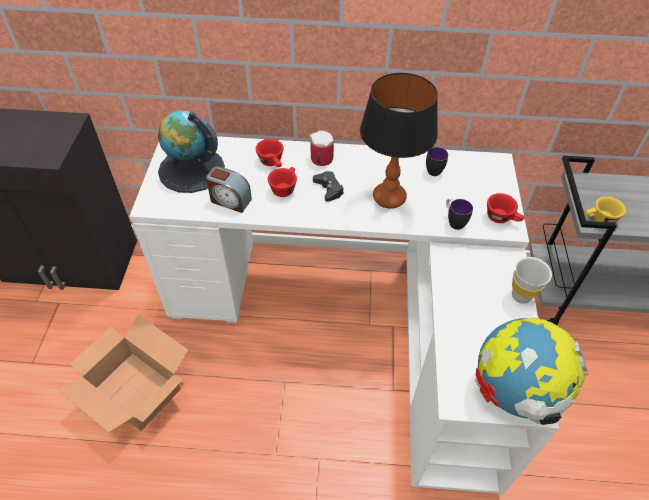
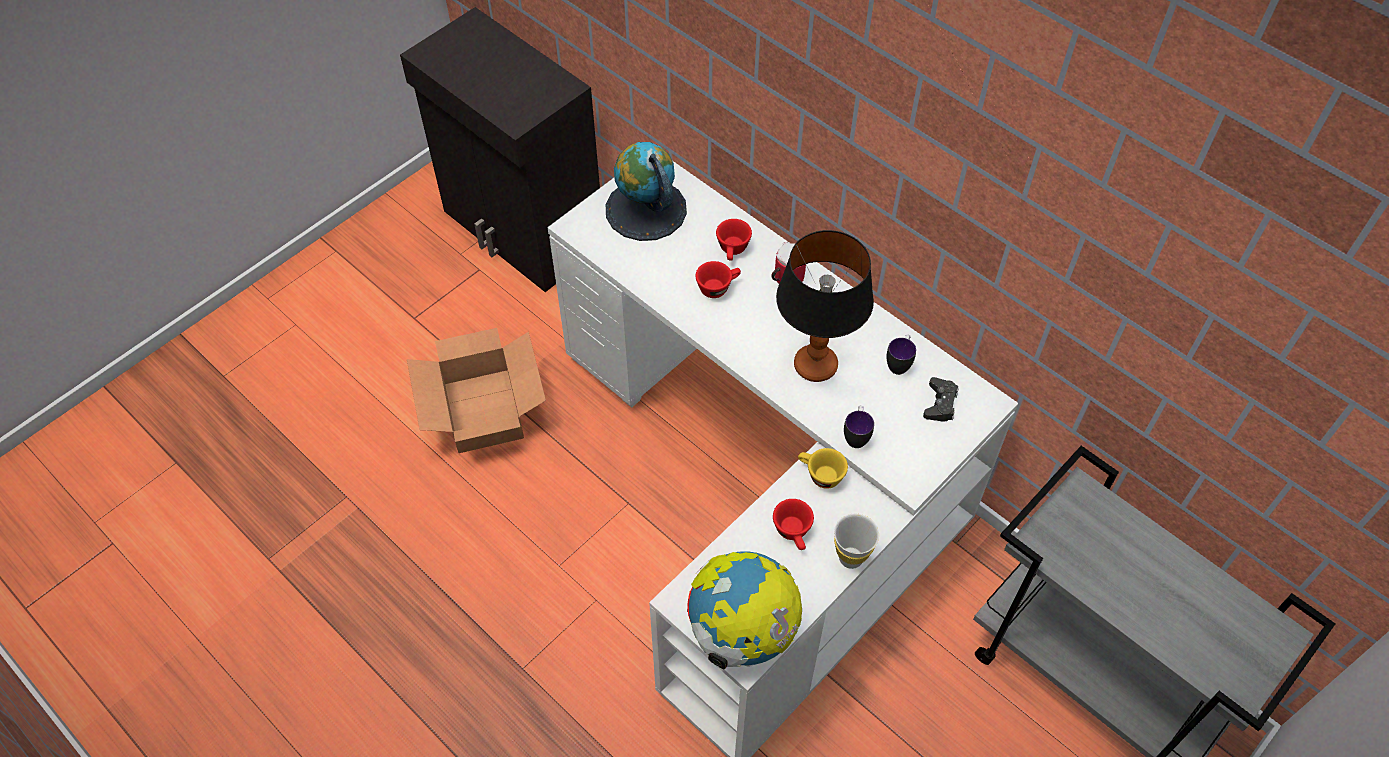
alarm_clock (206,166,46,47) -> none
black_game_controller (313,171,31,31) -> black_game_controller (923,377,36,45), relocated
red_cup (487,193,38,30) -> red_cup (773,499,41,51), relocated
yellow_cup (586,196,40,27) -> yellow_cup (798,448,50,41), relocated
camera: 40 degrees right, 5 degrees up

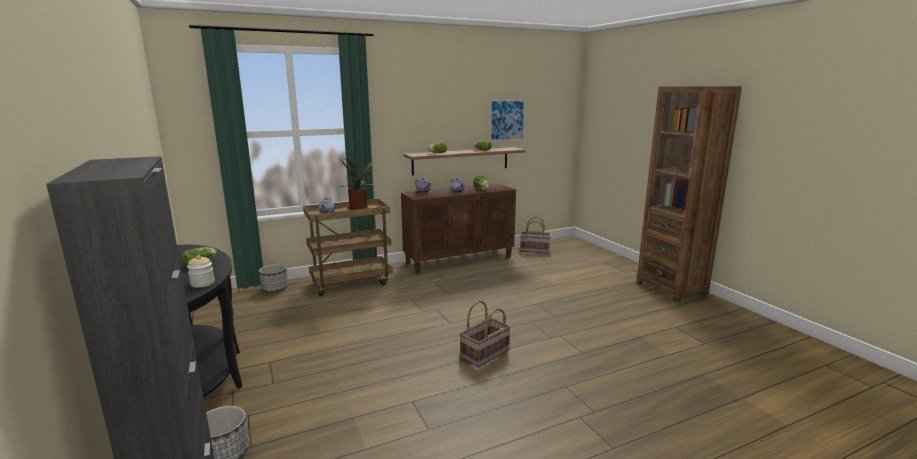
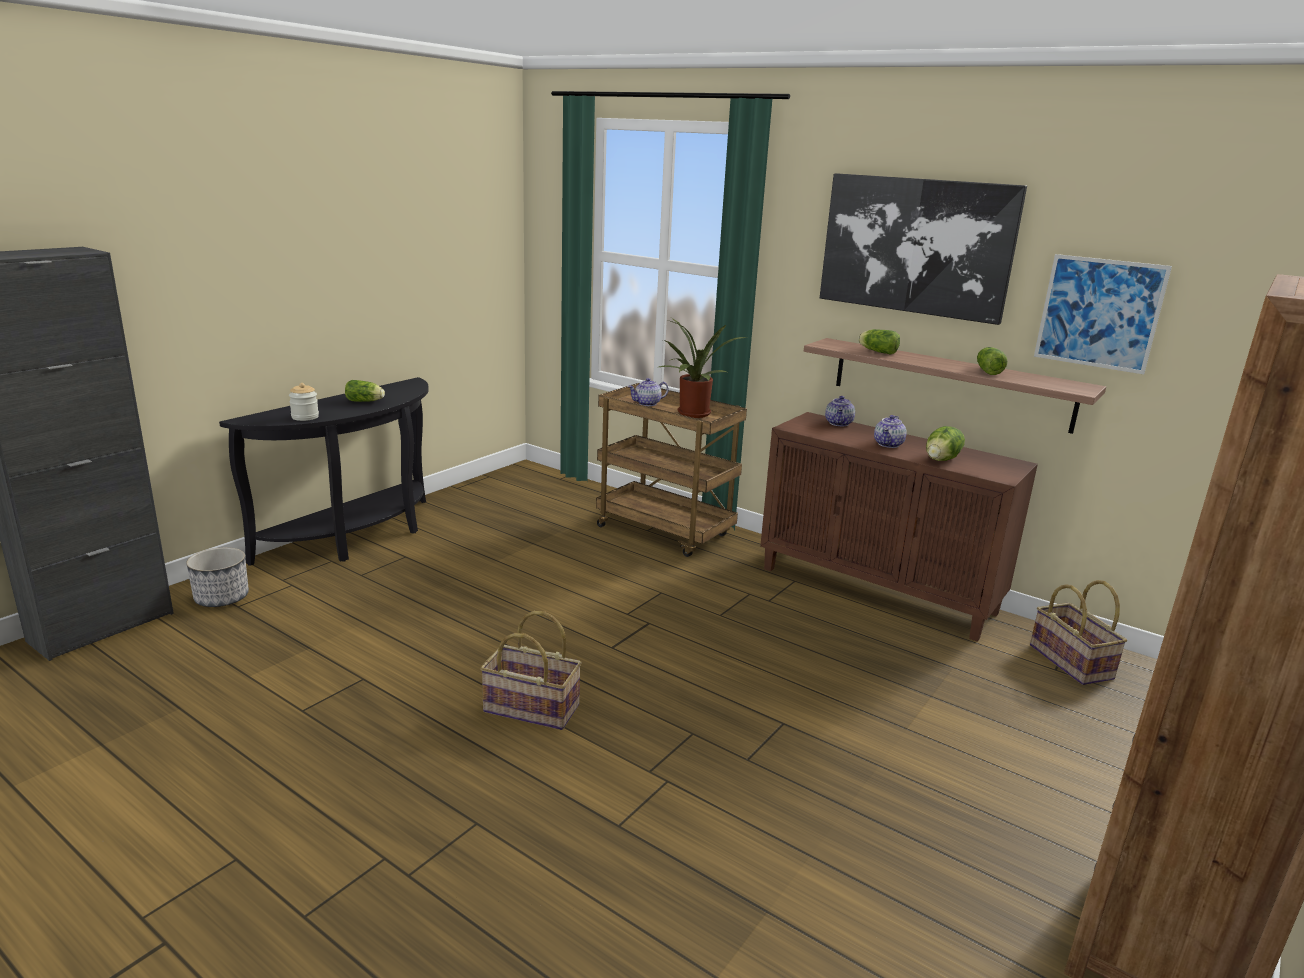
planter (259,264,29,28) -> none
none -> picture (820,173,207,152)
camera: 60 degrees right, 5 degrees up

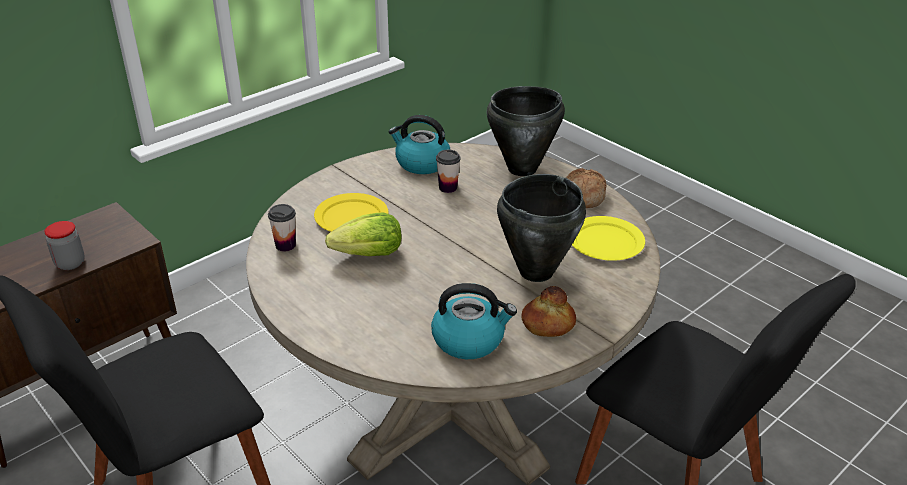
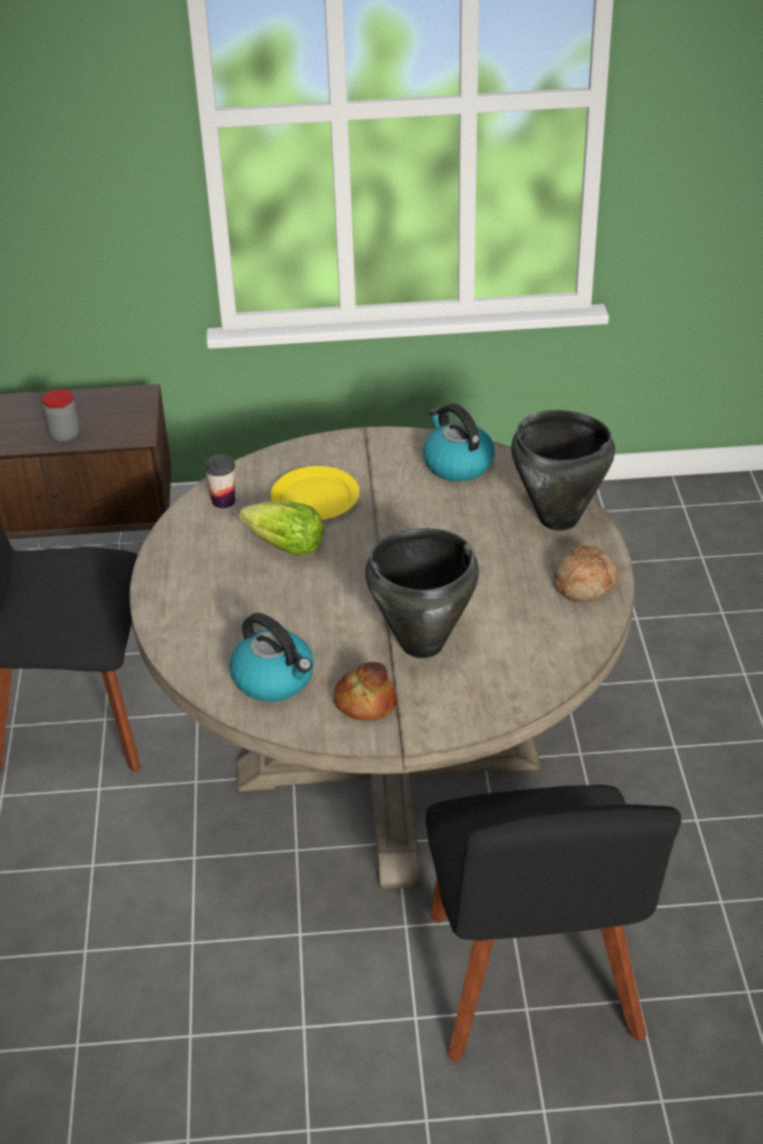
cup (436,150,25,43) -> none
yellow_plate (572,216,73,45) -> none
camera: 40 degrees right, 5 degrees up

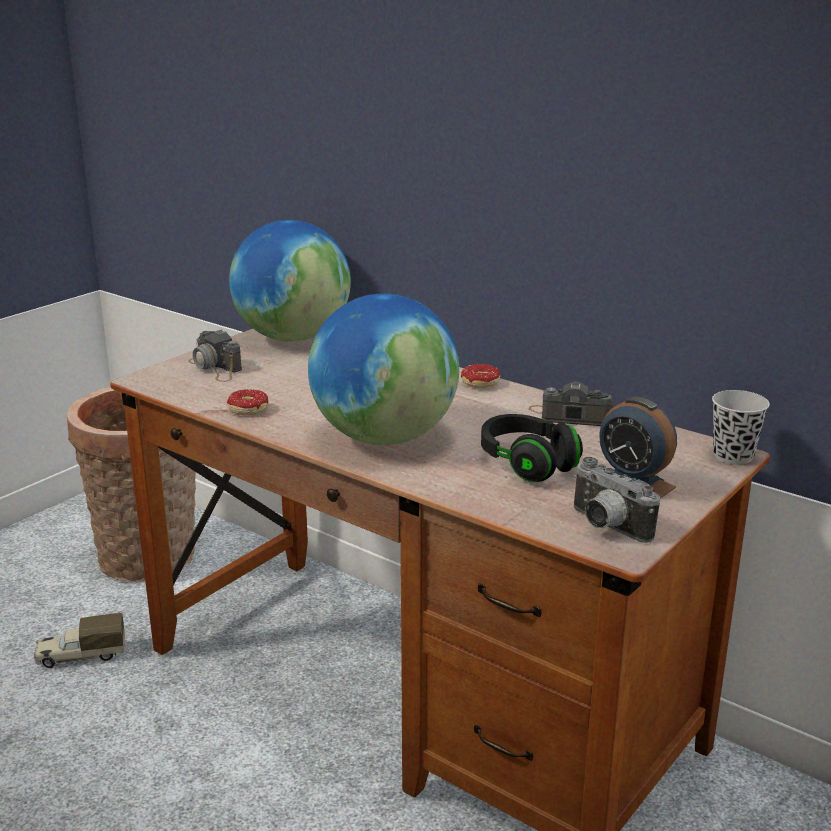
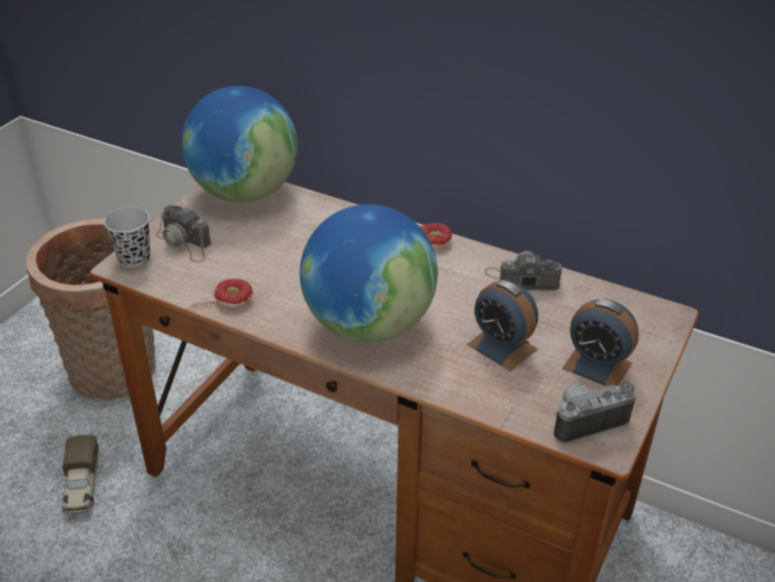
black_cup (712,390,58,75) -> black_cup (104,207,46,61), relocated
black_headphones (481,414,102,68) -> alarm_clock (467,280,71,91)
photo_camera (573,457,87,86) -> photo_camera (554,382,82,61), 120 degrees clockwise
toy_truck (34,613,91,55) -> toy_truck (62,435,37,80), 75 degrees counterclockwise
camera: 10 degrees left, 15 degrees up

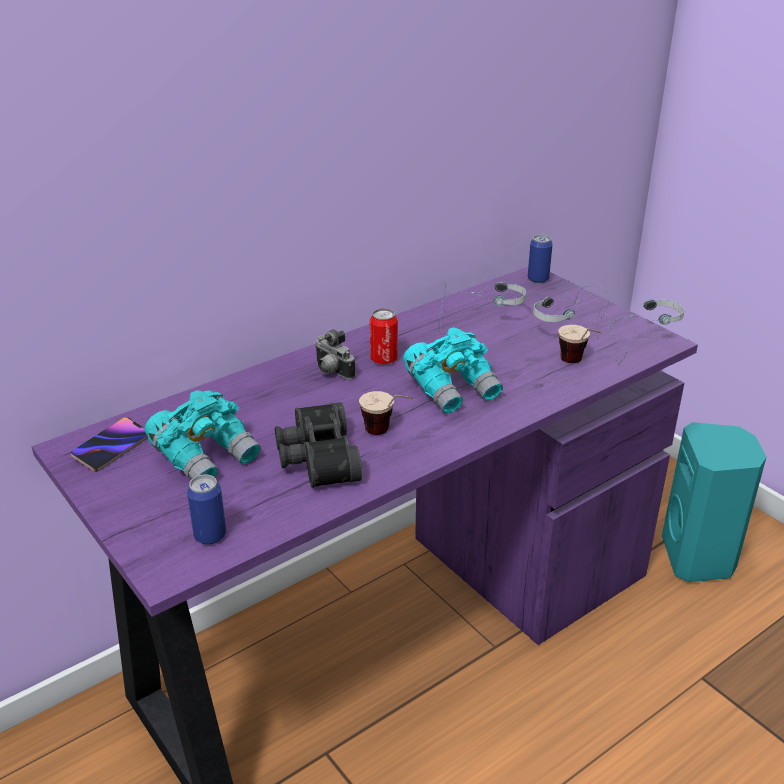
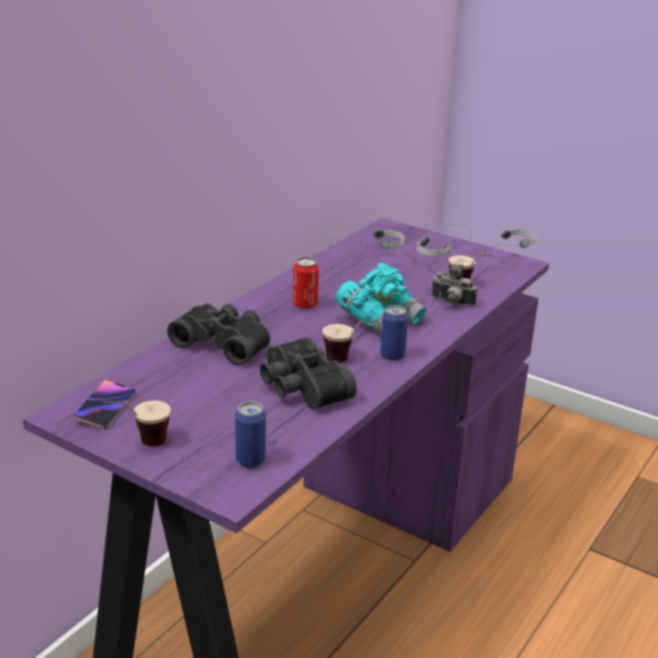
can (528,234,25,49) -> can (380,305,28,56), relocated
photo_camera (315,329,40,50) -> photo_camera (432,264,45,43), relocated
turquoise_binoculars (144,390,117,90) -> none
turquoise_speaker (662,422,104,160) -> none
none -> black_binoculars (167,303,103,63)
none -> cup (103,400,68,47)
camera: 20 degrees left, 5 degrees down

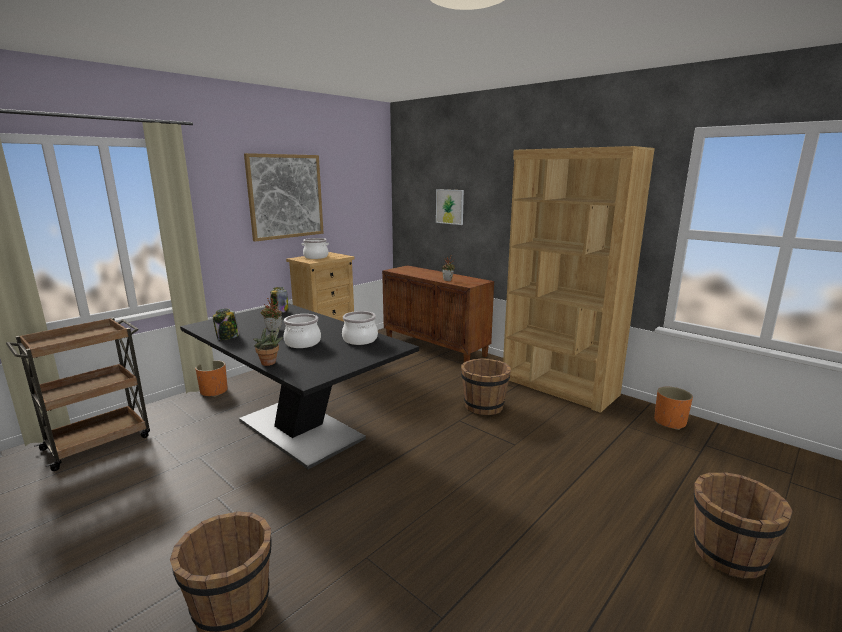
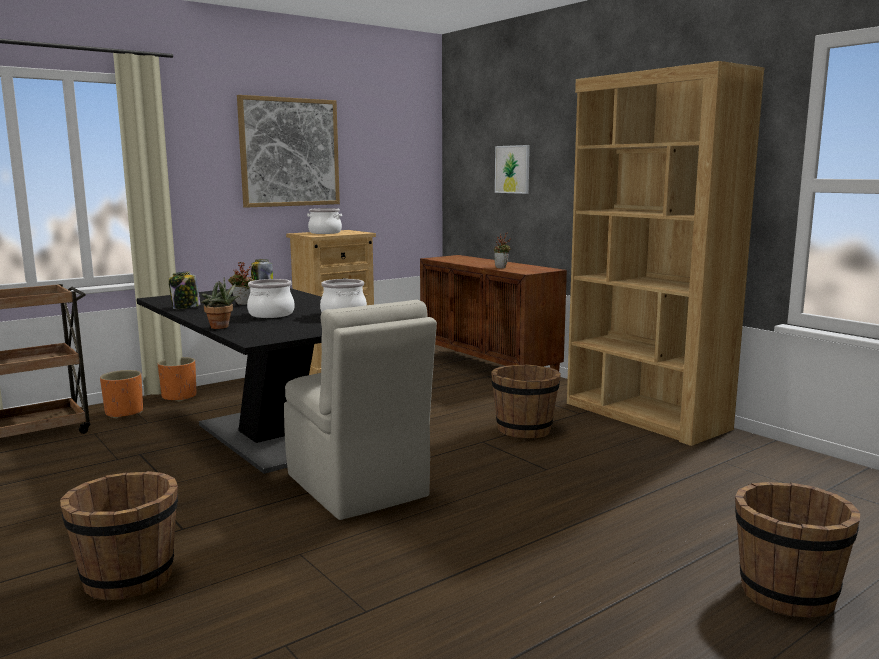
orange_planter (654,387,39,43) -> orange_planter (100,370,43,49), relocated
none -> beige_chair (284,300,153,220)
camera: 10 degrees right, 5 degrees down

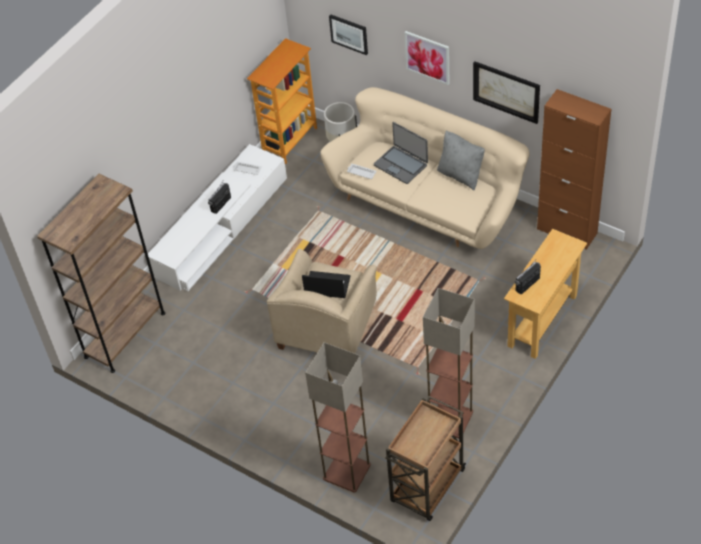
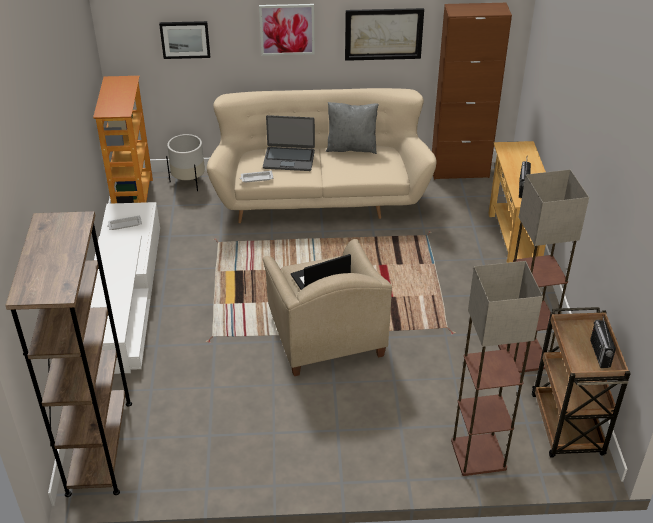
radio (208,181,23,33) -> radio (590,315,26,53), relocated
camera: 40 degrees left, 10 degrees down

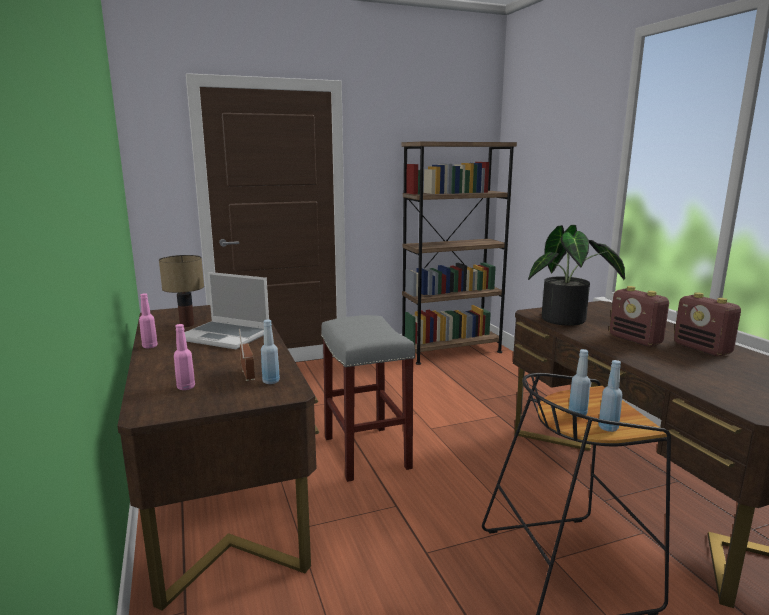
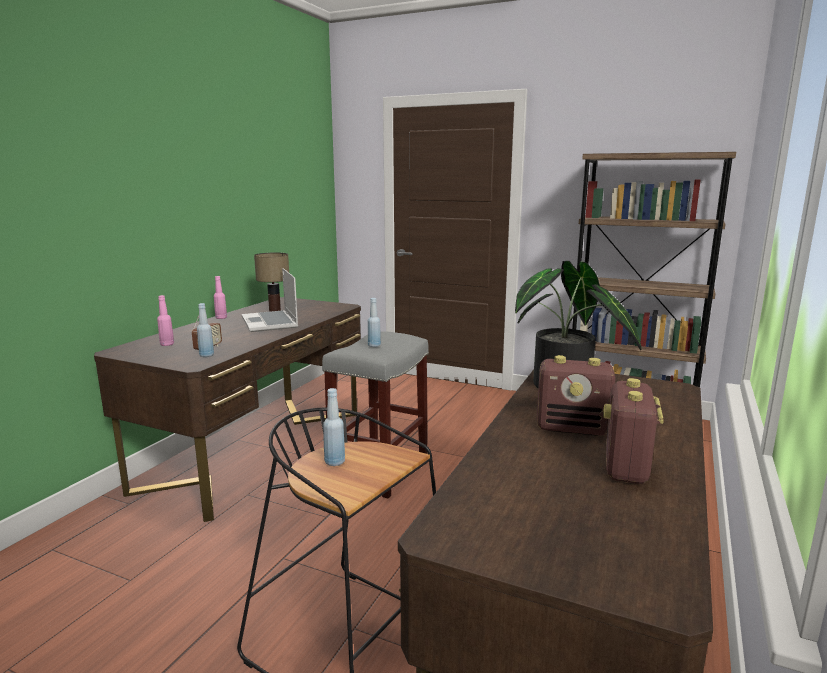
radio (610,286,59,60) -> radio (536,355,80,81), 90 degrees counterclockwise
blue_bottle (598,360,25,72) -> blue_bottle (368,298,13,49), relocated
camera: 45 degrees right, 0 degrees up

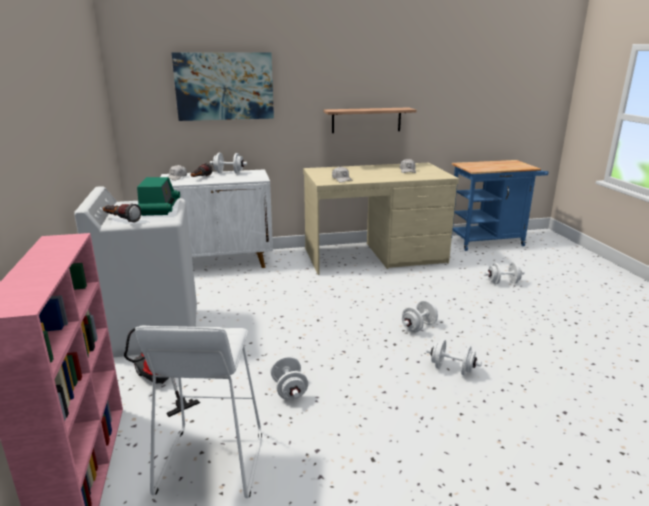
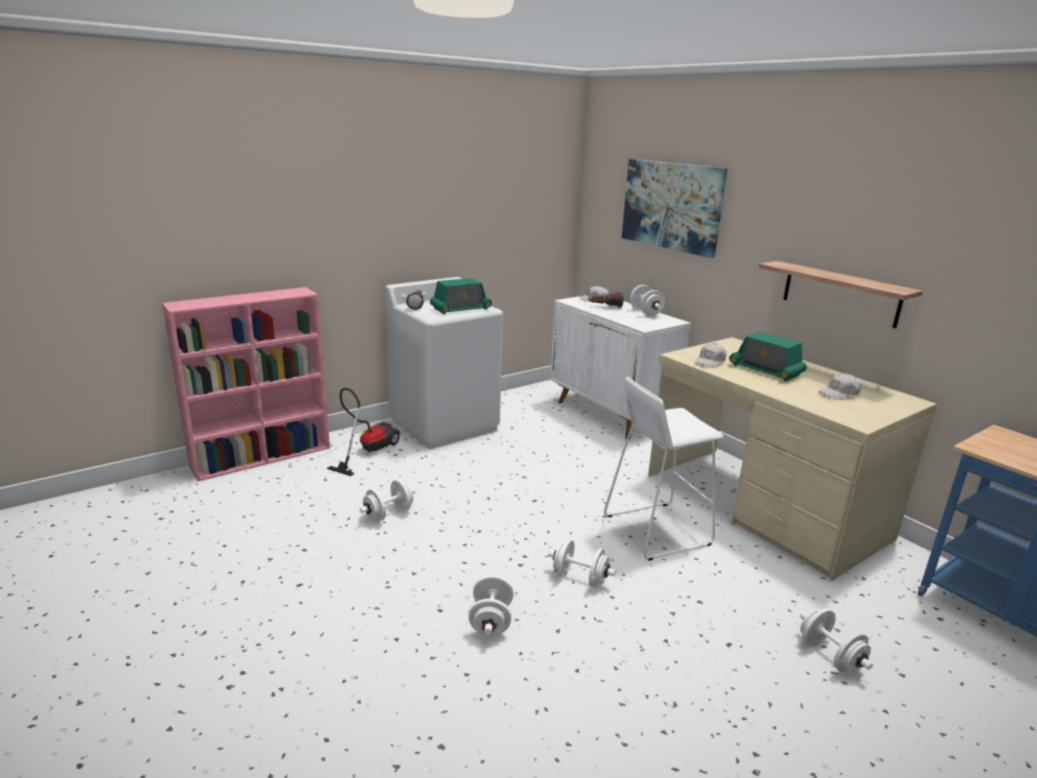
white_stool (135,325,127,173) -> white_stool (604,377,120,184), relocated
none -> radio (729,332,78,49)
camera: 65 degrees right, 0 degrees up

